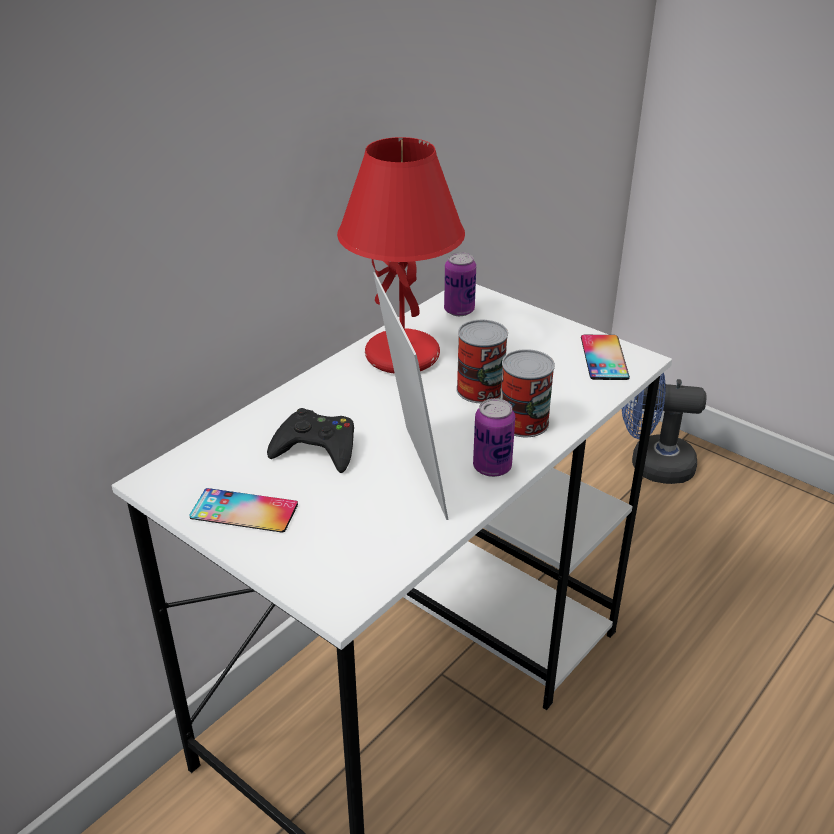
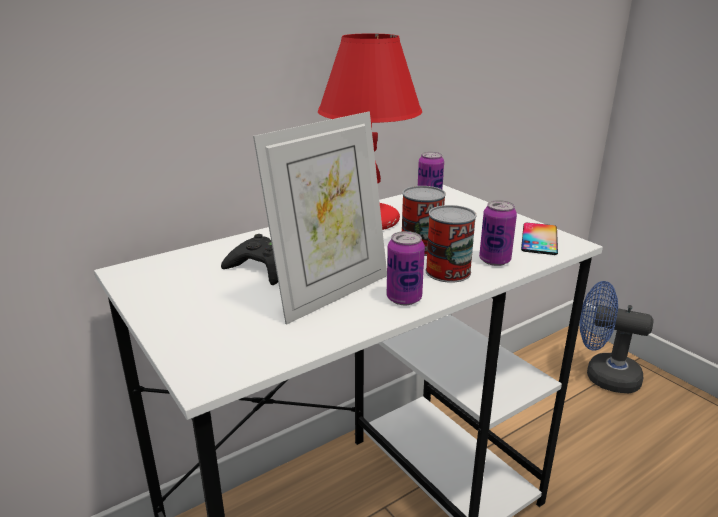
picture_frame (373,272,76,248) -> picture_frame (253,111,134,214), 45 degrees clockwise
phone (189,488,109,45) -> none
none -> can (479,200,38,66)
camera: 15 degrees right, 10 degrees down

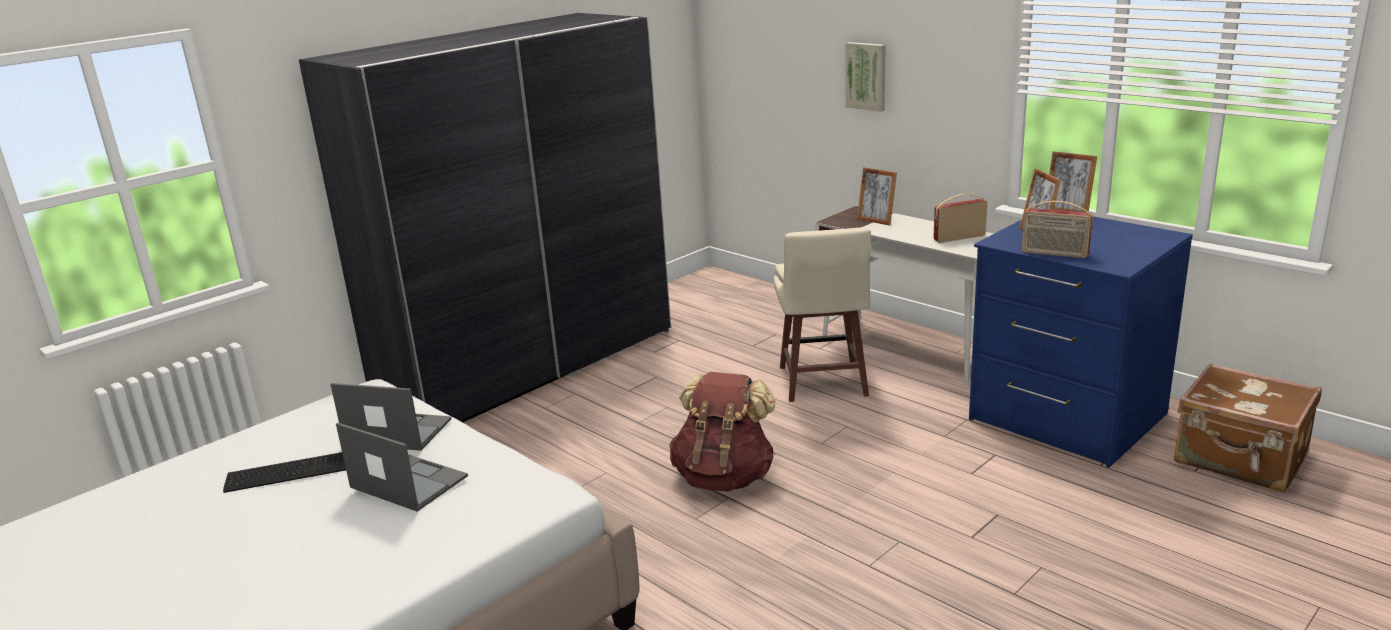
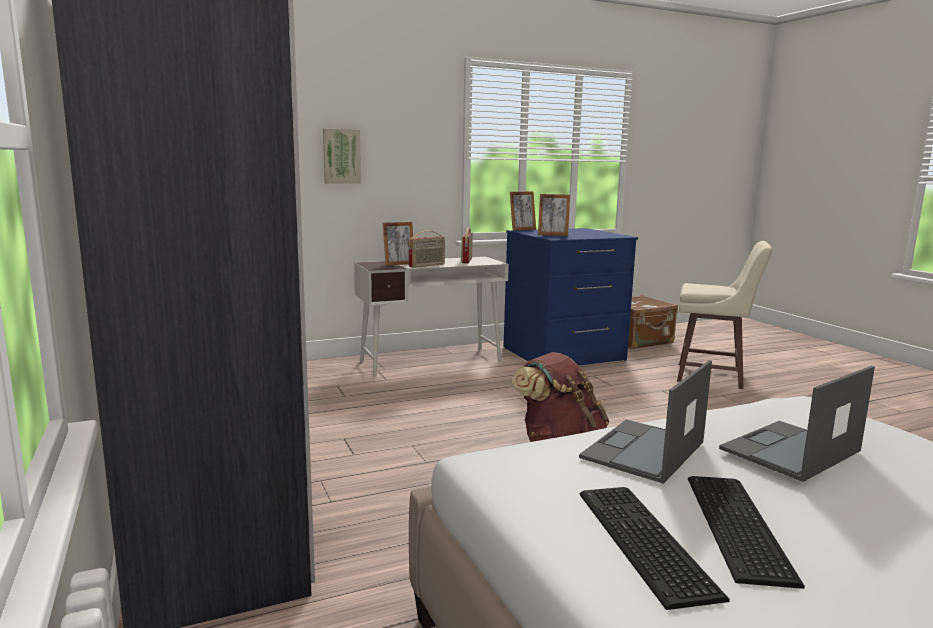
radio (1022,201,71,57) -> radio (409,231,36,37), relocated
beige_stool (774,227,97,175) -> beige_stool (677,241,95,148), relocated
none -> keyboard (580,487,150,123)
camera: 70 degrees left, 10 degrees down

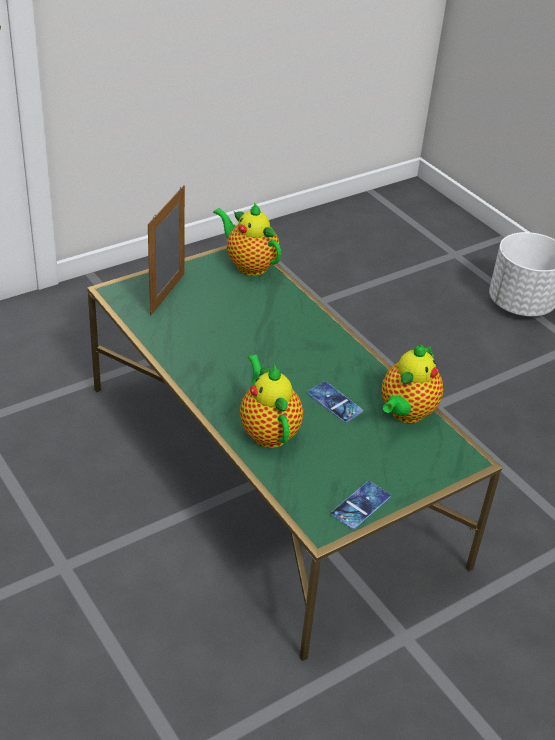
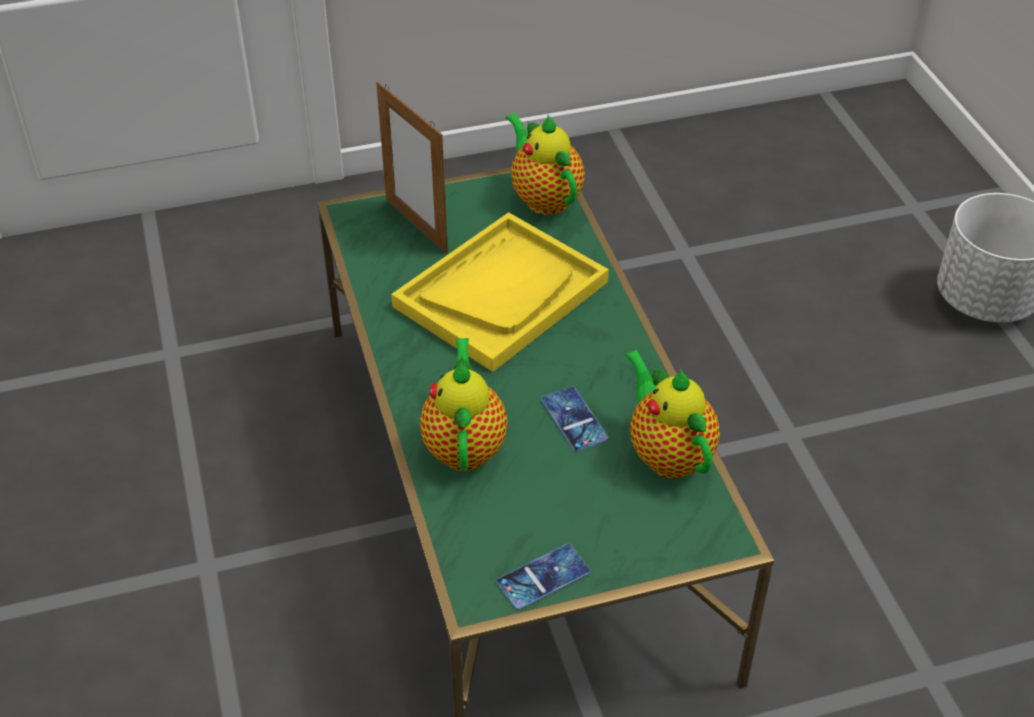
picture_frame (148,185,37,131) -> picture_frame (376,82,72,172), 75 degrees counterclockwise
teapot (382,345,61,78) -> teapot (625,350,95,128), 105 degrees clockwise
none -> yellow_tray (391,212,218,160)
camera: 20 degrees right, 5 degrees up

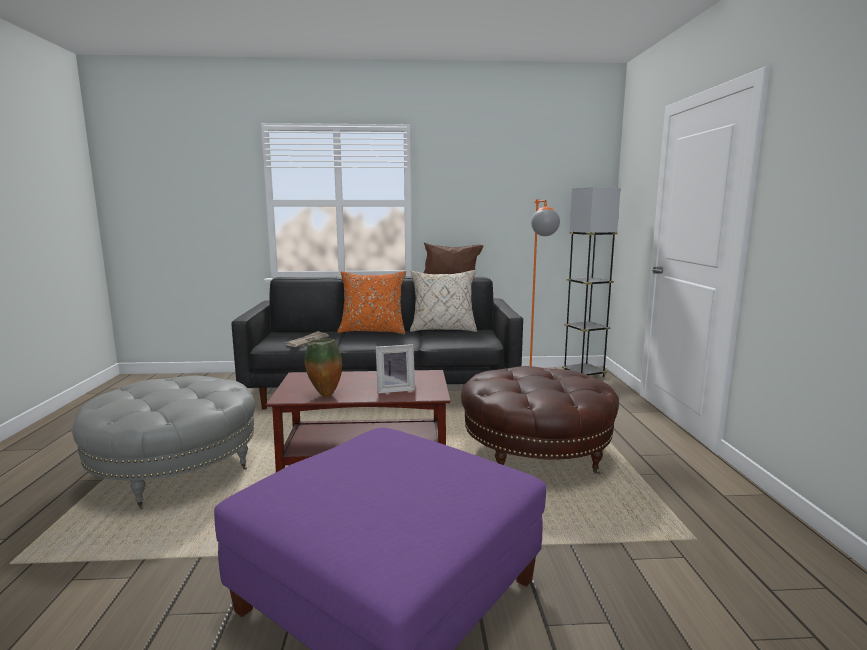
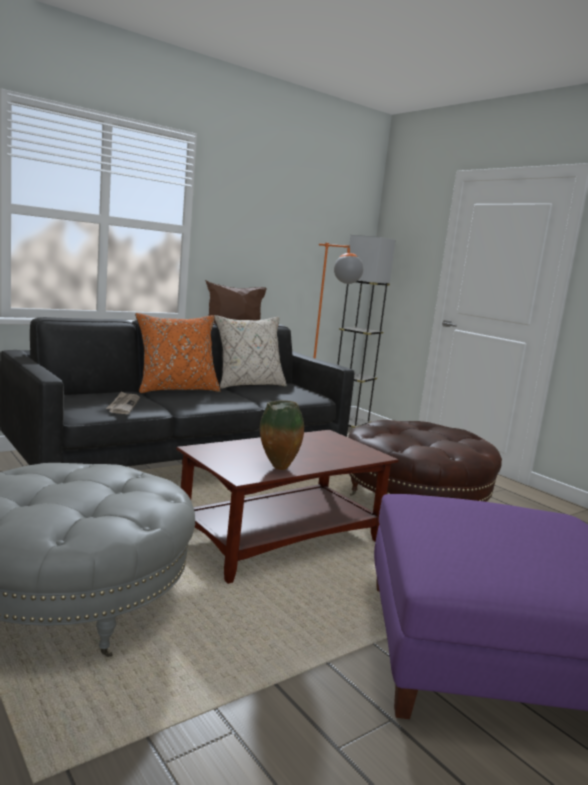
picture_frame (376,344,39,50) -> none
camera: 35 degrees left, 0 degrees up

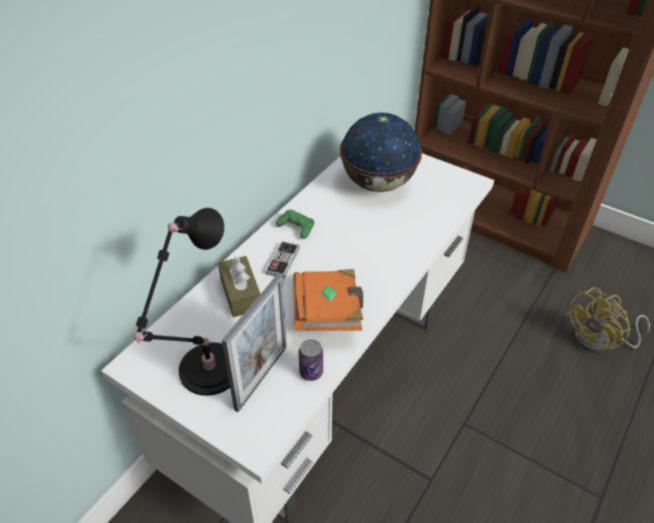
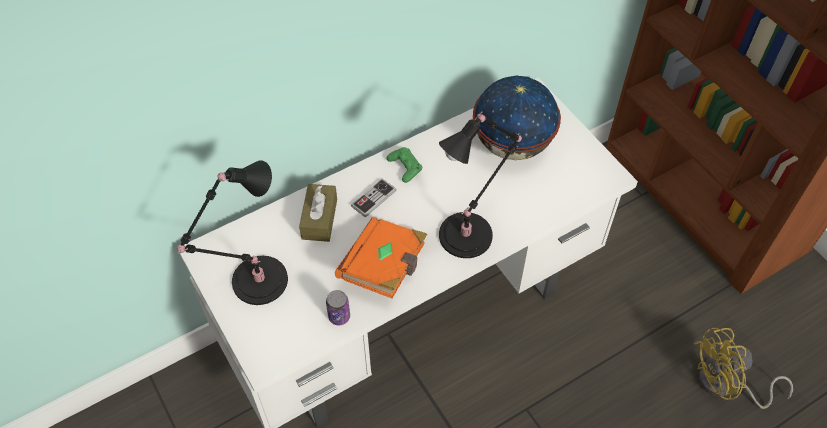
picture_frame (222,274,65,138) -> none
none -> black_table_lamp (439,111,83,147)
camera: 25 degrees right, 10 degrees up

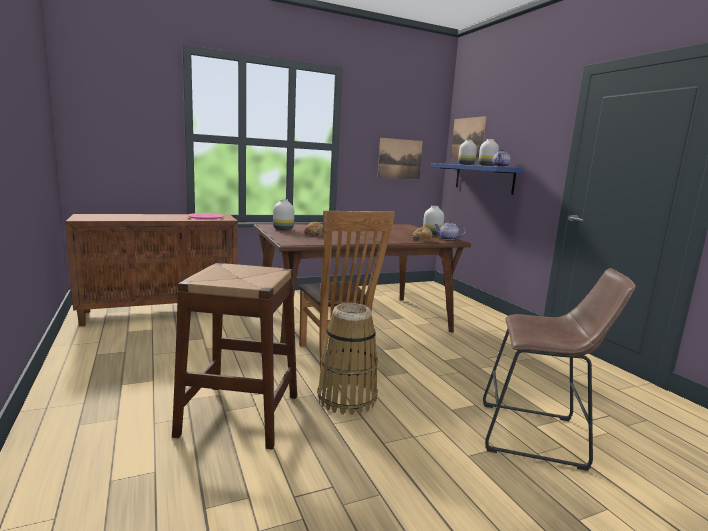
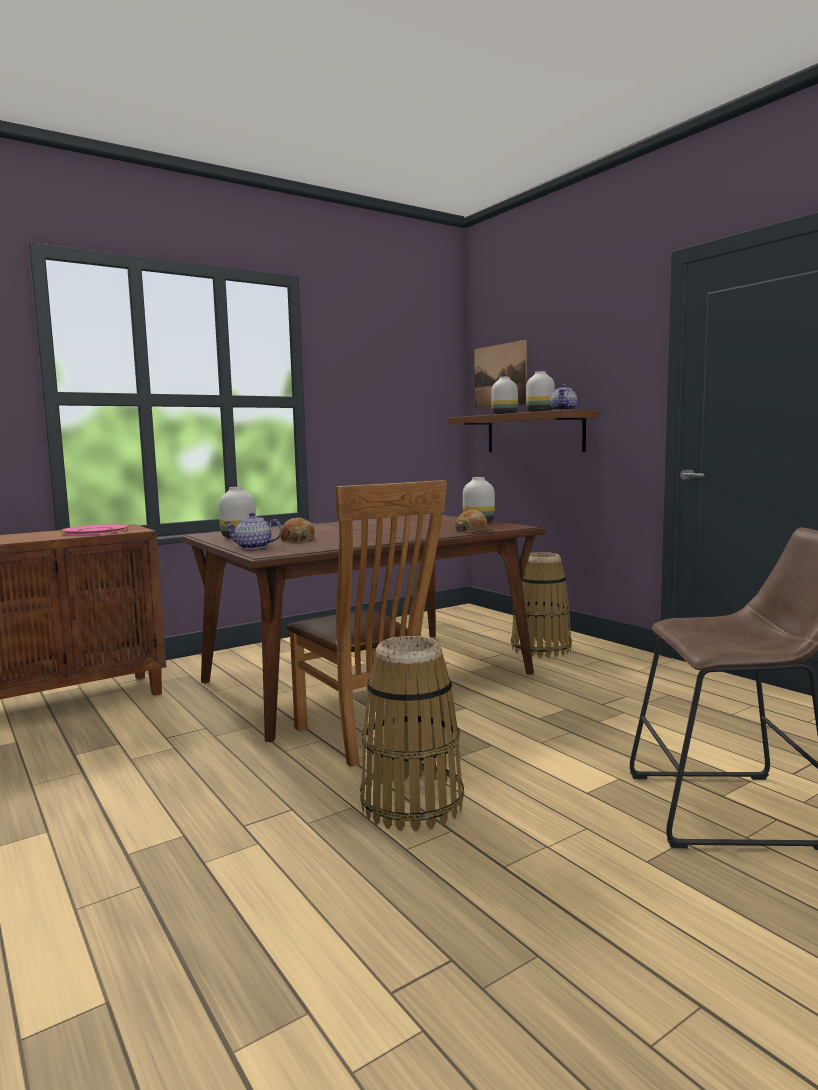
picture (378,138,45,42) -> none
blue_shelf (431,163,93,32) -> brown_shelf (448,410,150,42)
teapot (434,221,32,19) -> teapot (223,513,59,36), relocated
brown_stool (172,263,125,186) -> none
none -> basket (511,552,61,106)
camera: 10 degrees left, 5 degrees down

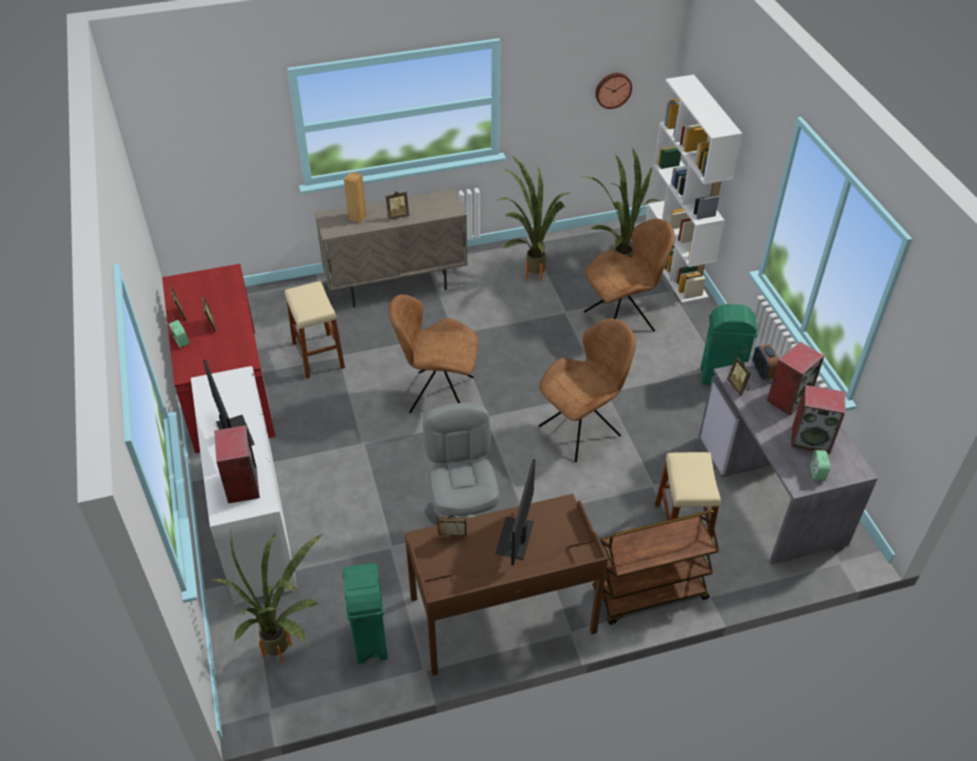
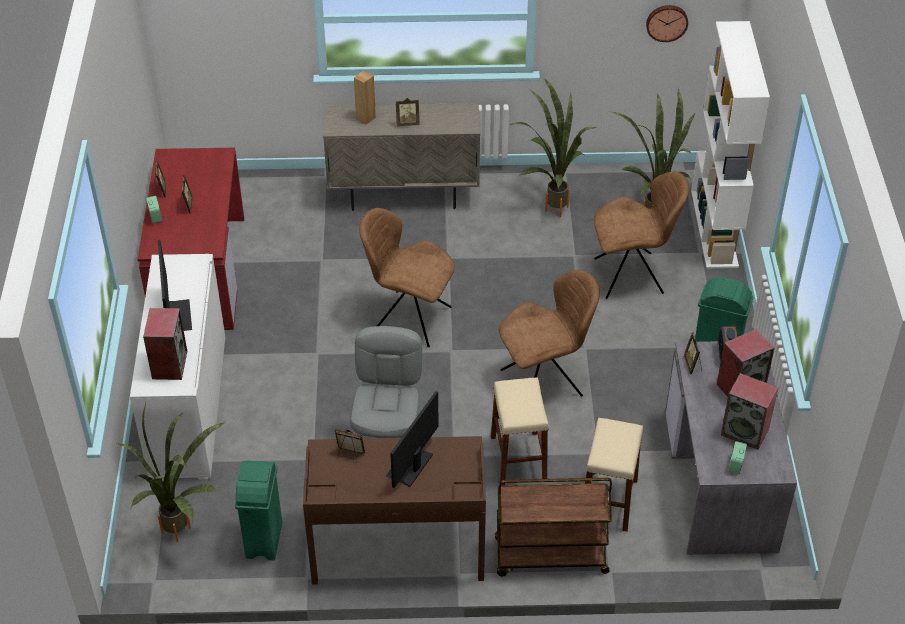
beige_stool (285,281,60,97) -> beige_stool (491,377,58,108), relocated
camera: 15 degrees right, 0 degrees up

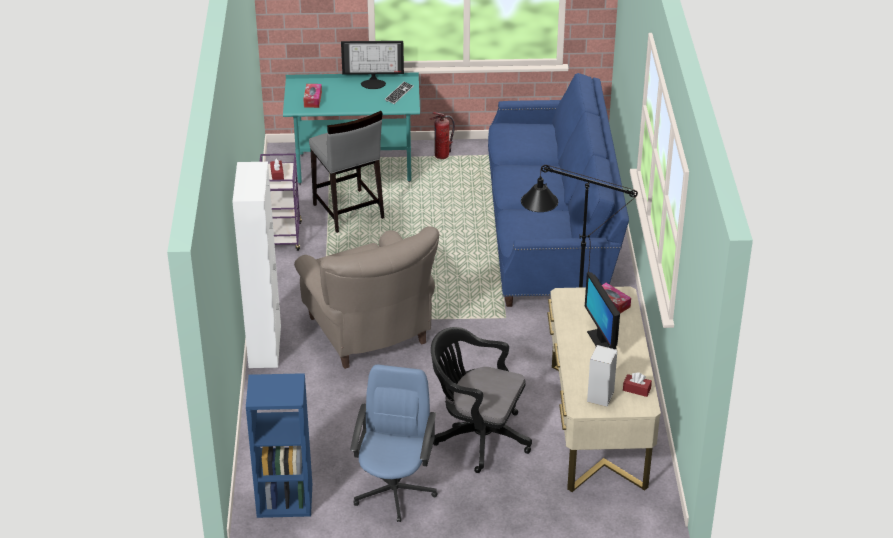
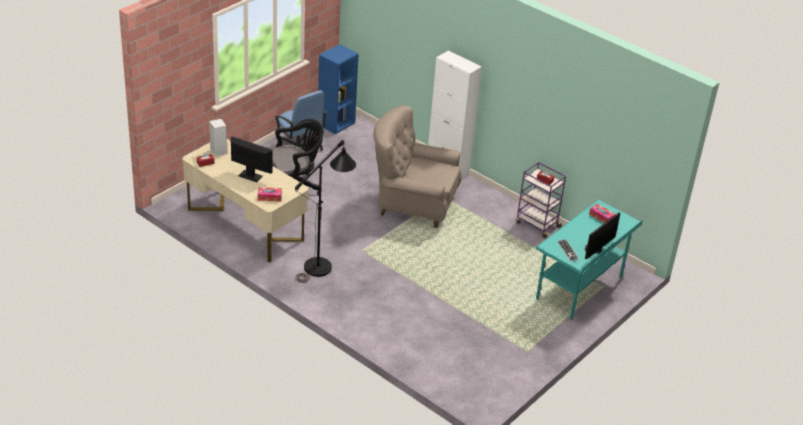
blue_sofa (488,73,141,234) -> none
grey_stool (309,111,75,122) -> none
fire_extinguisher (430,112,25,47) -> none
camera: 130 degrees right, 0 degrees up

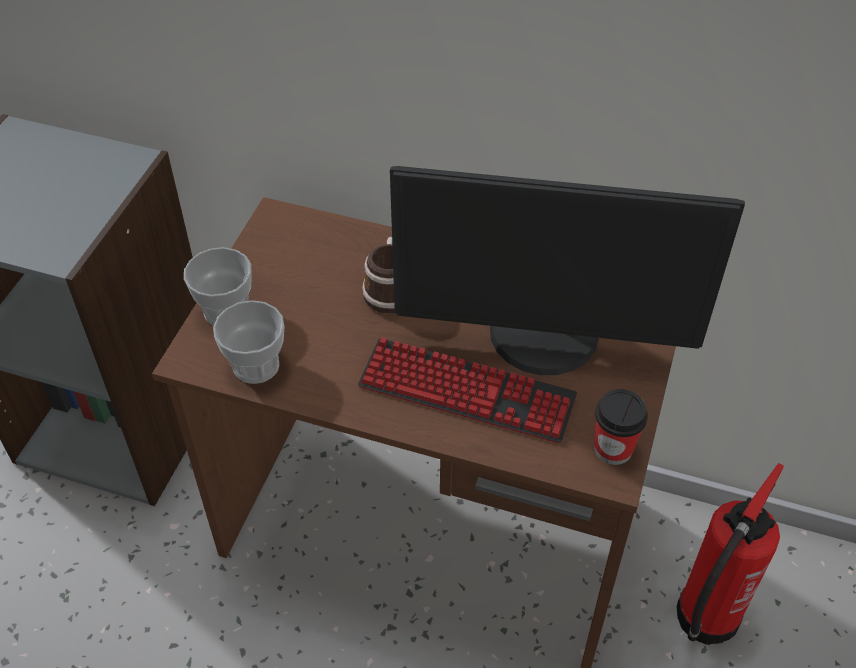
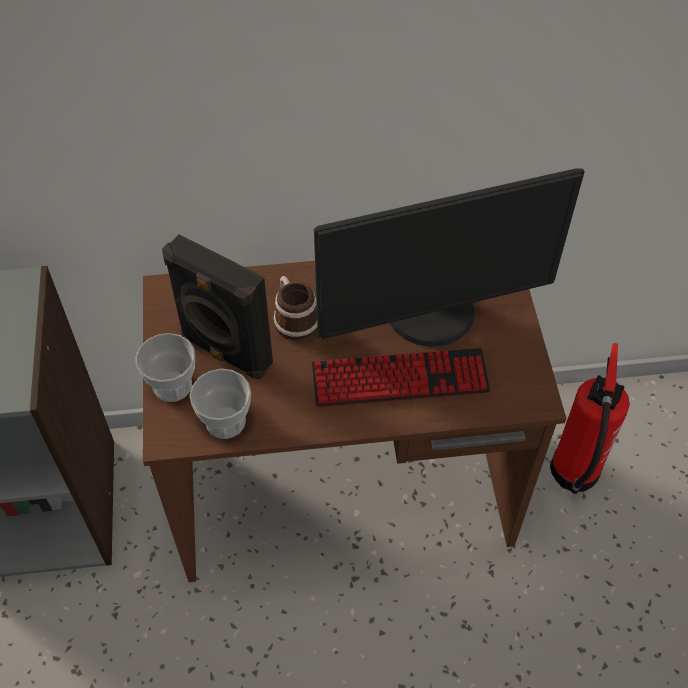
cup (594,389,54,76) -> none
none -> black_speaker (162,234,111,146)
camera: 25 degrees left, 5 degrees up

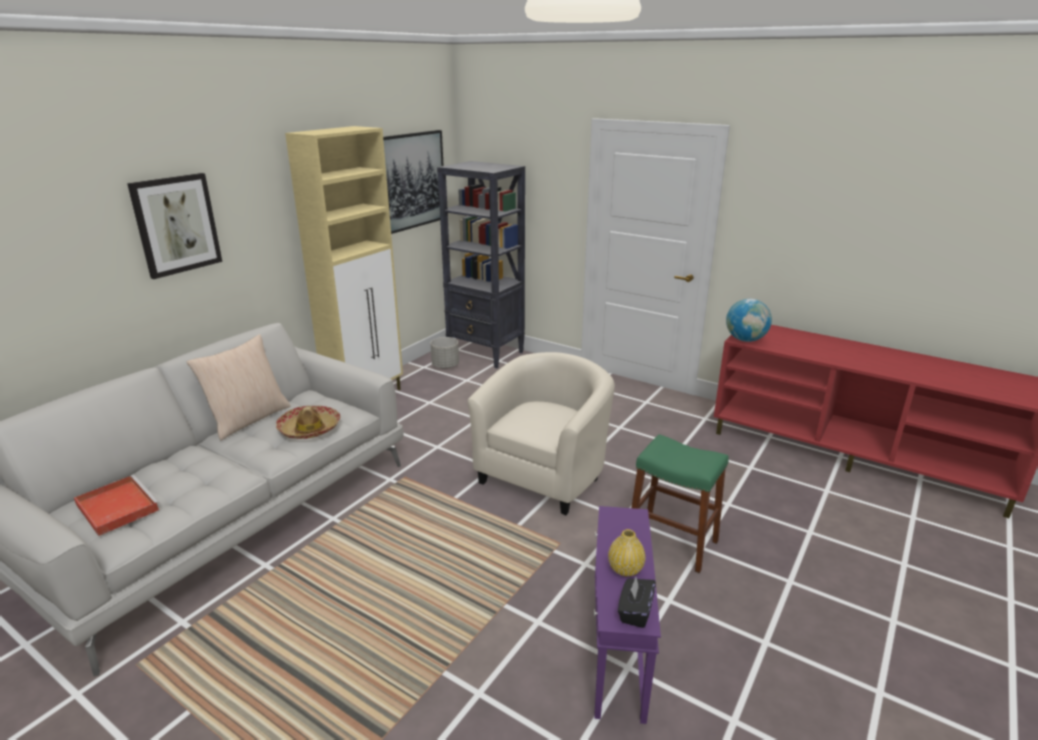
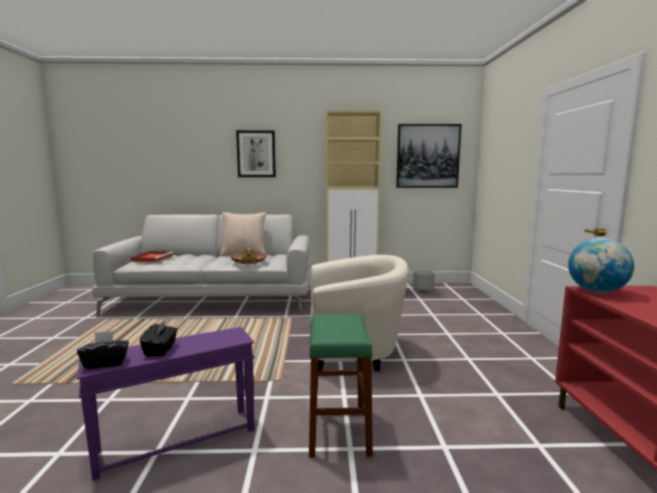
black_bookcase (437,161,88,208) -> none
yellow_vase (608,529,37,47) -> black_tissue_box (140,320,37,36)
camera: 55 degrees right, 15 degrees down

